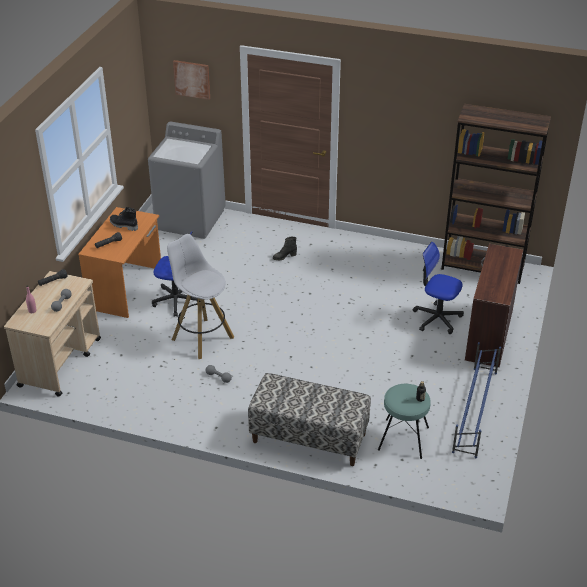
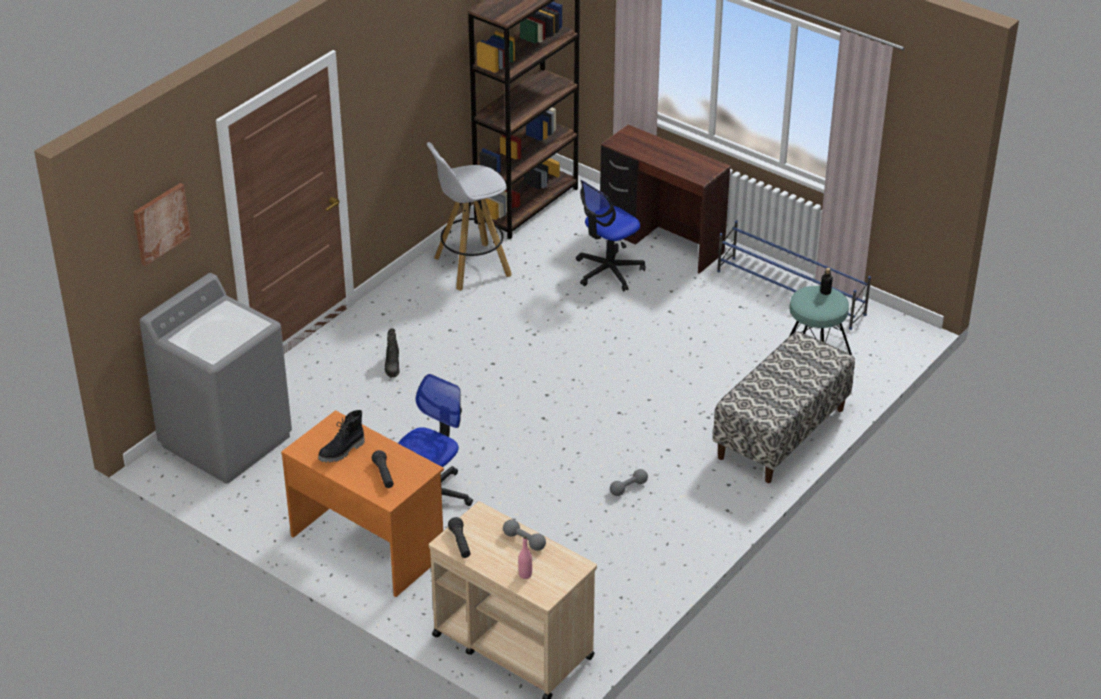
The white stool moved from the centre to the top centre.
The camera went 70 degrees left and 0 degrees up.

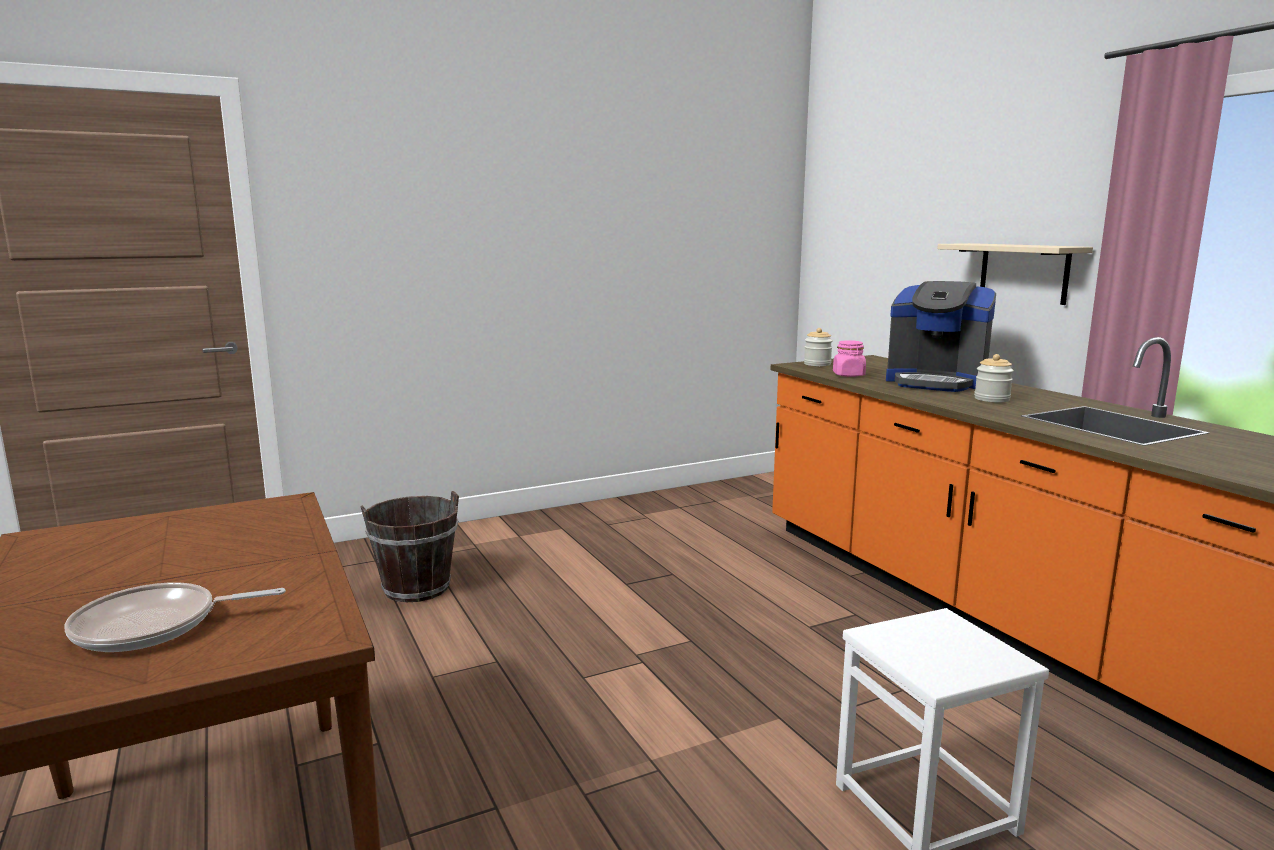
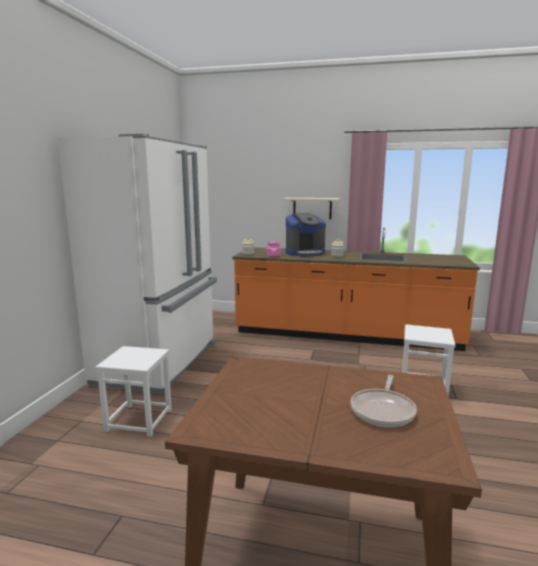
The brown bucket at the middle left was replaced by the white stool (no. 1 from left) at the bottom left.
The white fridge at the middle left appeared.
The camera went 50 degrees left and 0 degrees up.

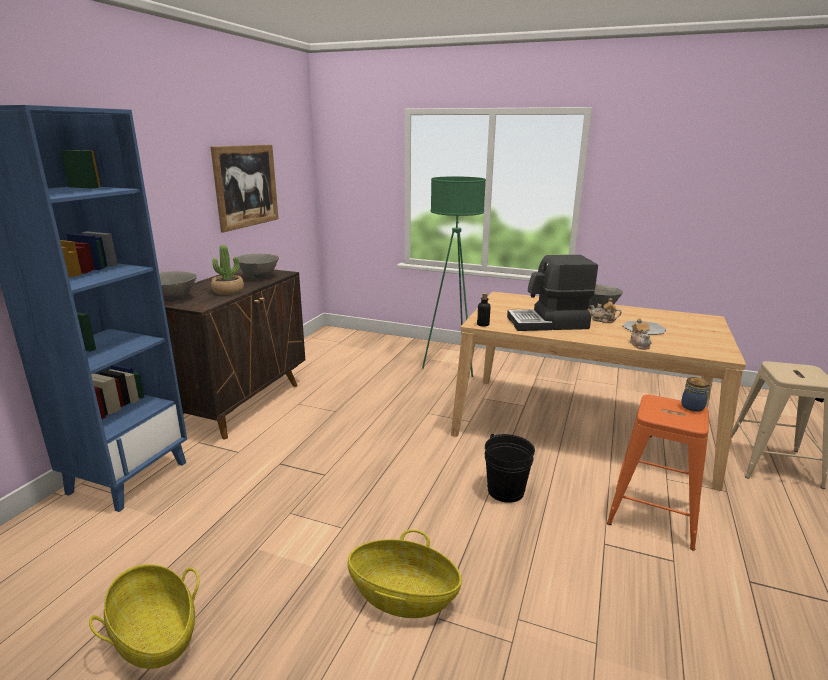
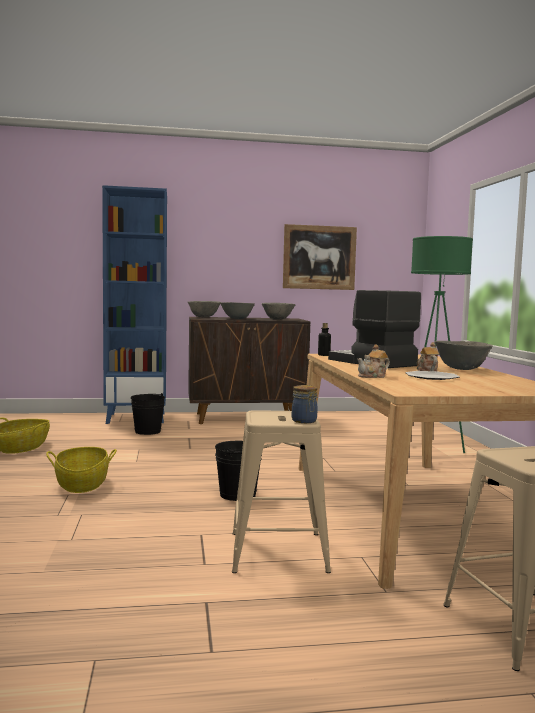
The potted plant at the middle left was replaced by the grey bowl (no. 2 from left) at the centre.
The orange stool at the bottom right became the beige stool (no. 1 from left) at the bottom centre.
The black bucket (no. 1 from left) at the middle left appeared.
The camera went 60 degrees right and 15 degrees down.

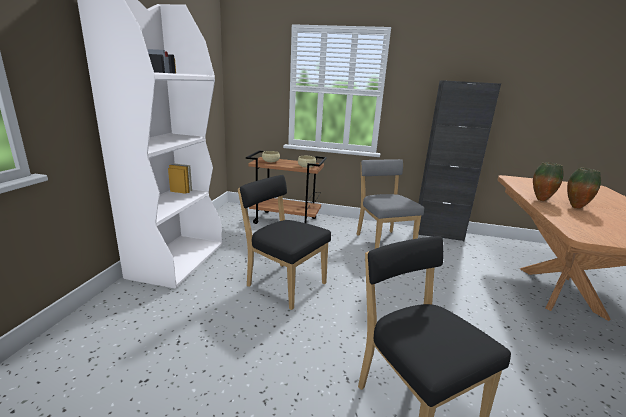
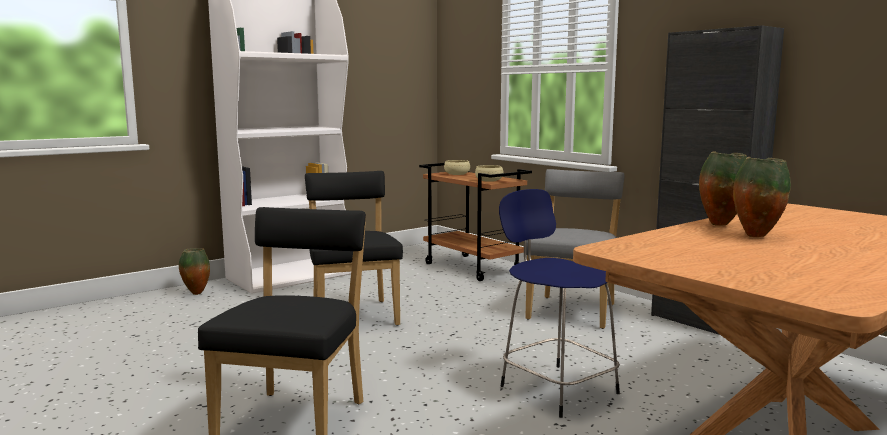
The blue stool at the bottom centre appeared.
The vase (no. 1 from left) at the middle left appeared.
The camera went 40 degrees right and 10 degrees down.

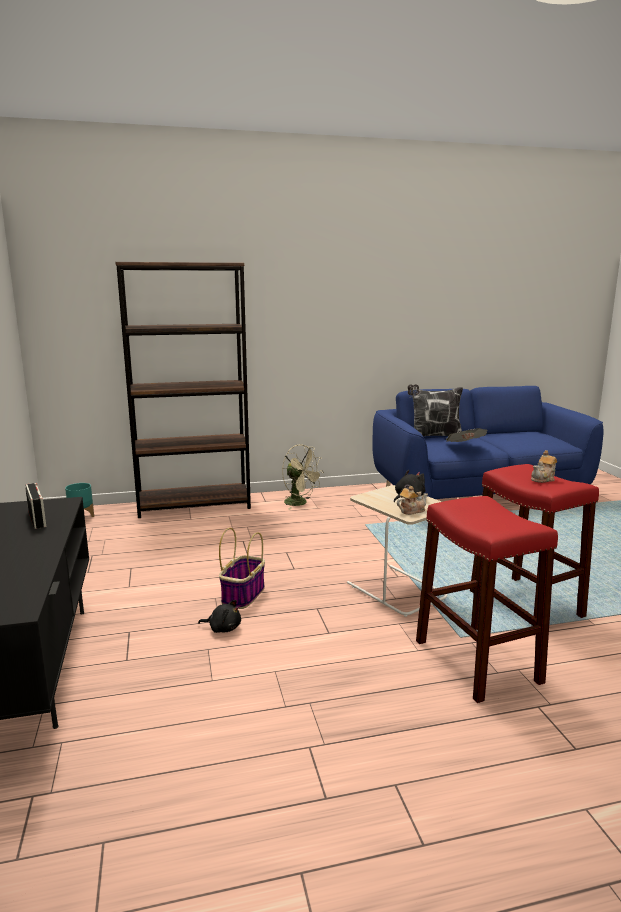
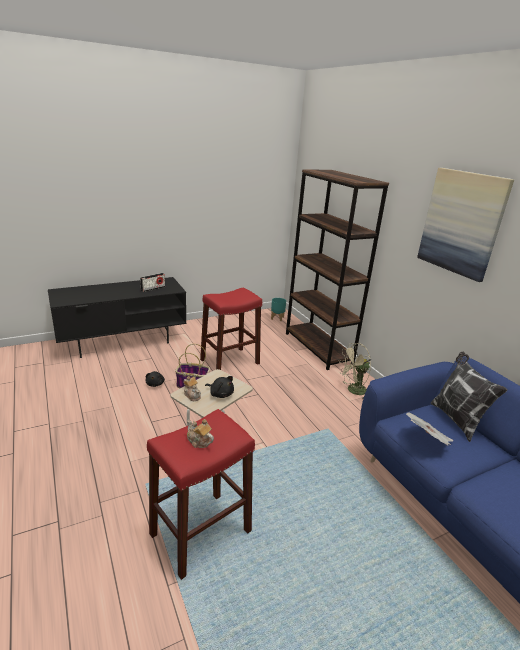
The beige fan at the centre turned 45 degrees clockwise.
The red stool (no. 1 from left in the first image) moved from the middle right to the centre.
The picture at the middle right appeared.
The camera went 75 degrees right and 10 degrees up.

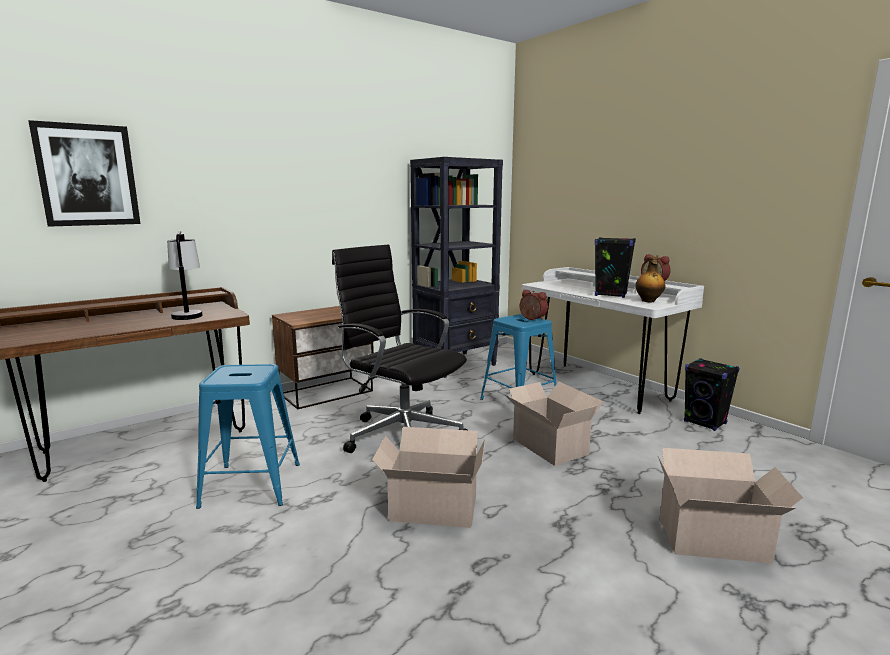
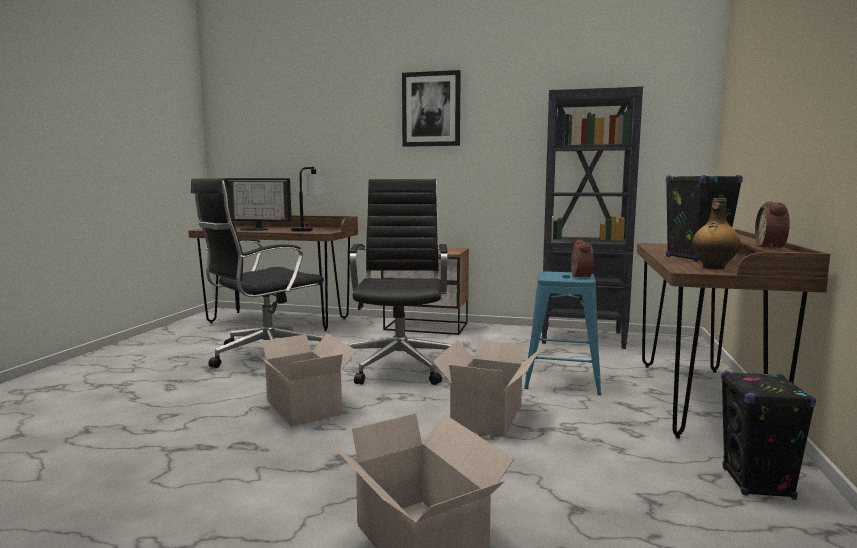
The picture moved from the top left to the top centre.
The white desk at the middle right became the brown desk (no. 2 from left) at the middle right.
The blue stool (no. 1 from left) at the middle left was replaced by the black office chair (no. 1 from left) at the middle left.
The monitor at the middle left appeared.
The camera went 50 degrees right and 5 degrees down.

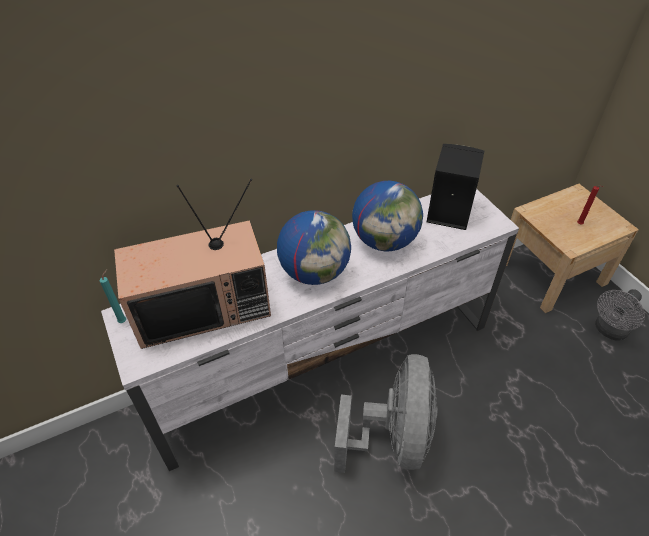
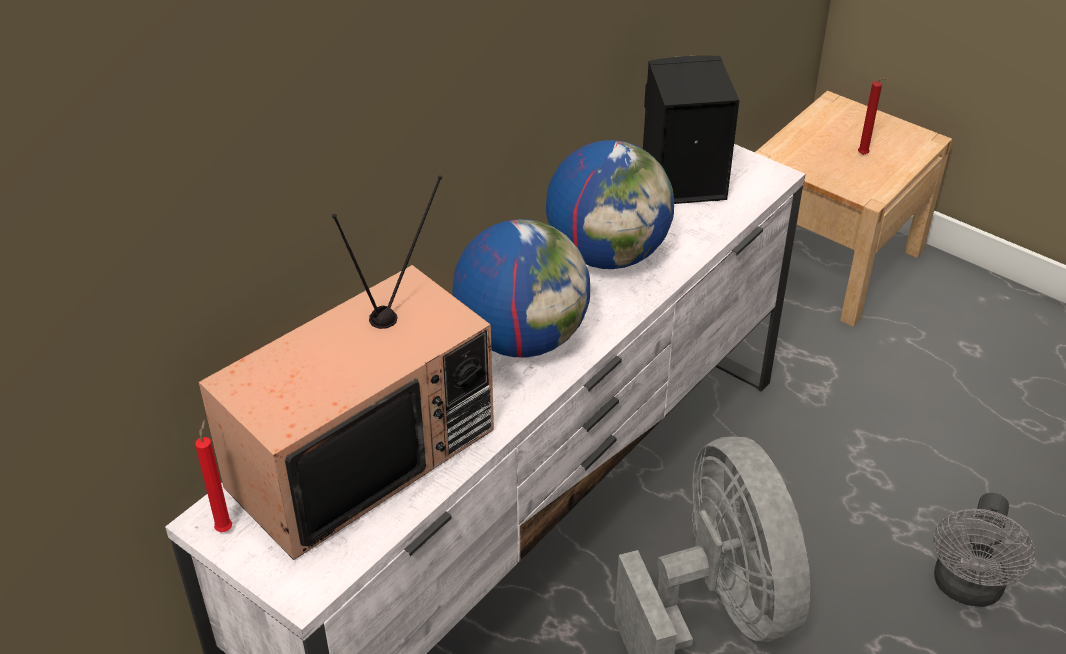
The turquoise candle at the middle left became the red candle (no. 1 from left) at the bottom left.
The grey fan (no. 2 from left) moved from the middle right to the bottom right.
The camera went 25 degrees left and 5 degrees down.

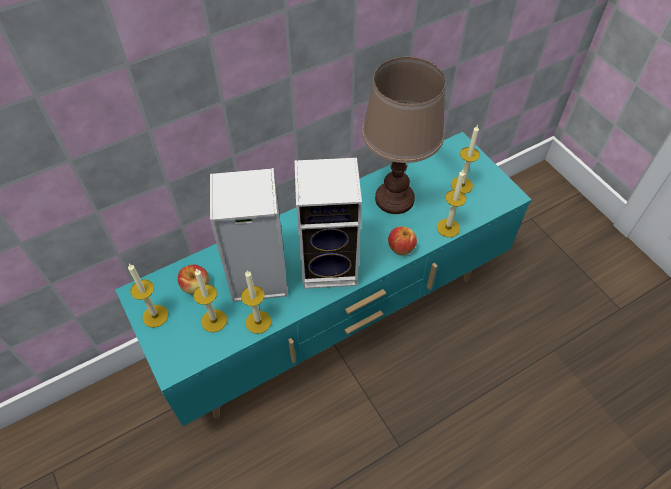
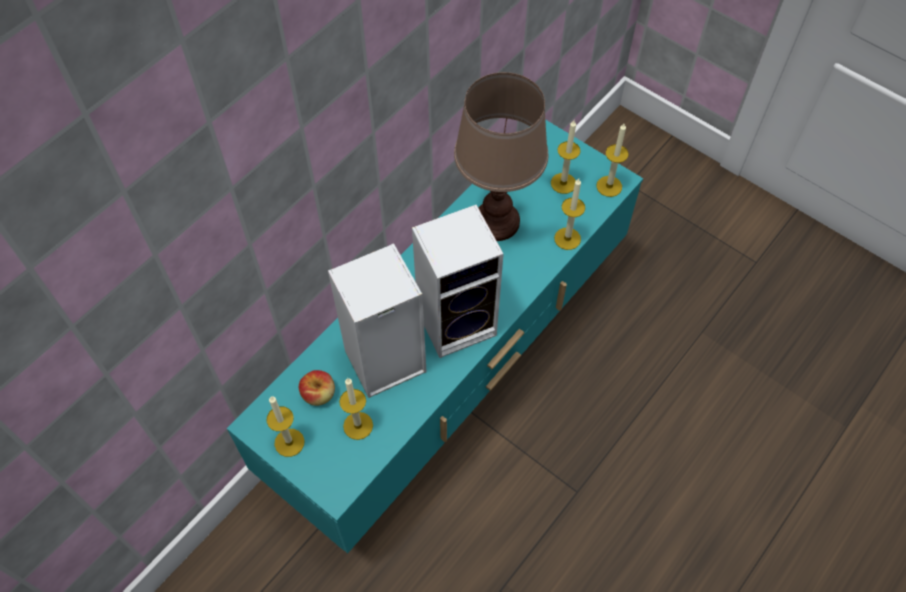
The apple (no. 2 from left) at the centre disappeared.
The candle (no. 3 from left in the first image) moved from the centre to the top right.
The camera went 20 degrees left and 5 degrees up.

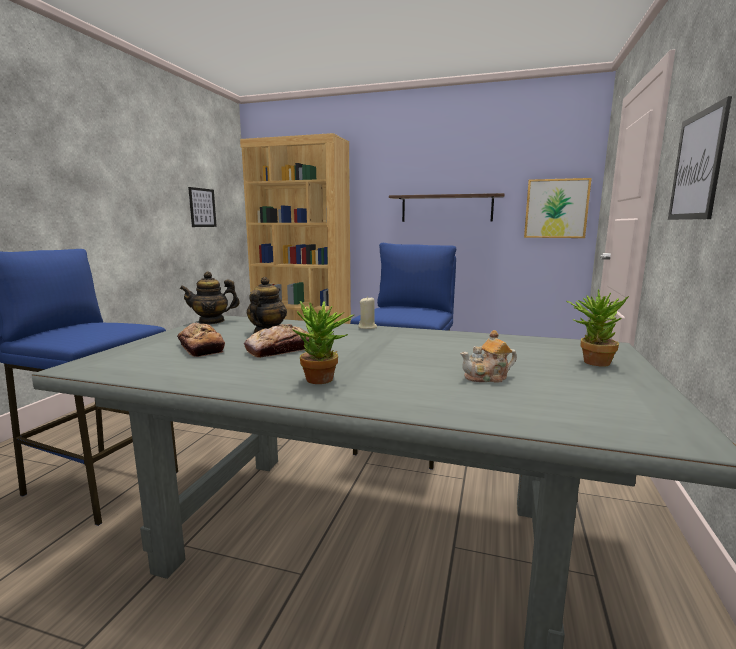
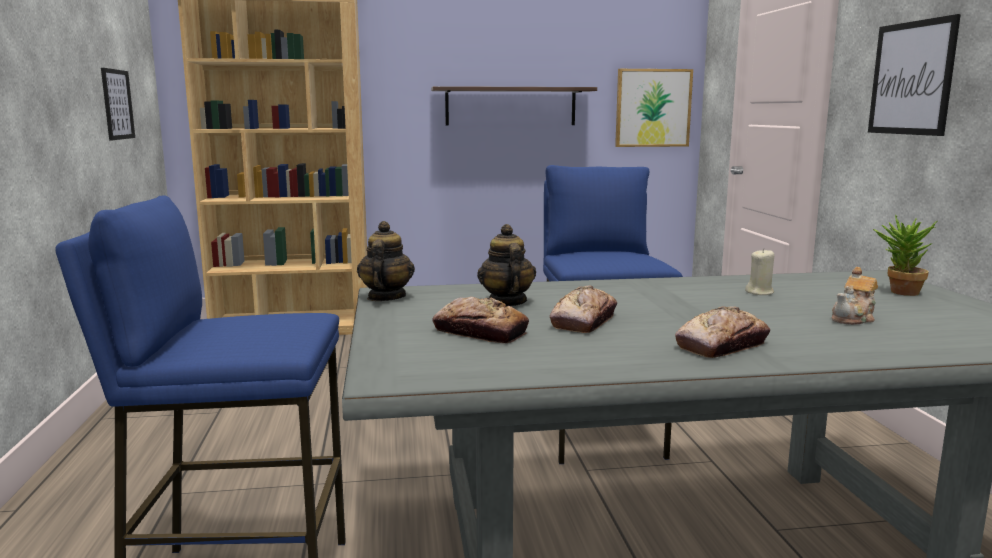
The teapot (no. 1 from left) at the middle left turned 135 degrees clockwise.
The beige candle moved from the centre to the middle right.
The potted plant (no. 1 from left) at the centre was replaced by the bread (no. 3 from left) at the middle right.
The camera went 25 degrees left and 0 degrees up.

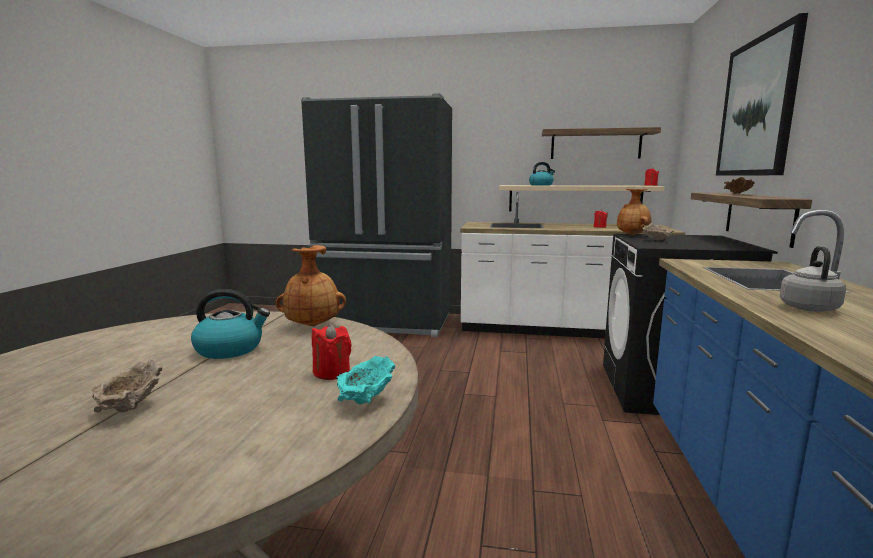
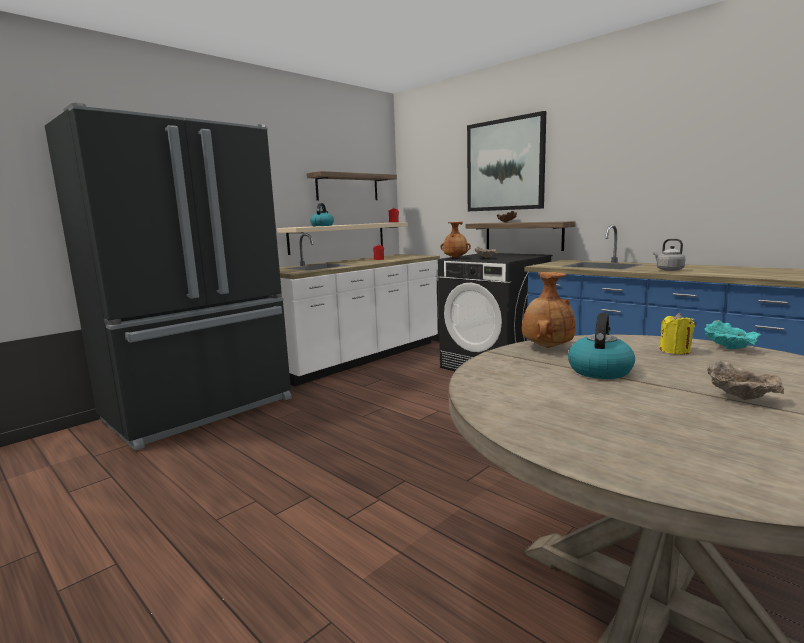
The red candle (no. 1 from left) at the centre became the yellow candle at the middle right.
The camera went 55 degrees left and 0 degrees up.

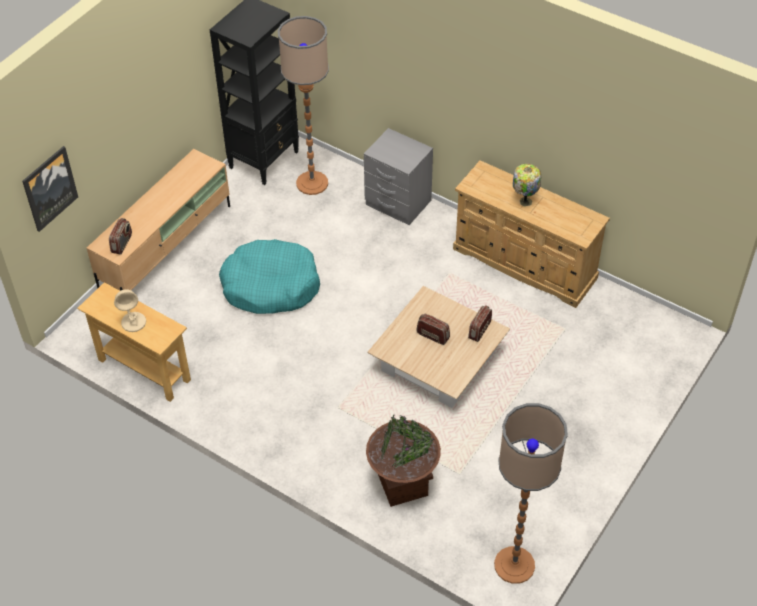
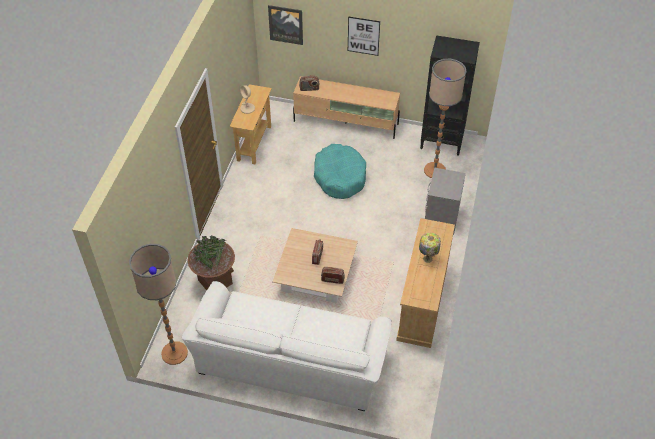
The picture (no. 2 from left) at the top centre appeared.
The white sofa at the bottom centre appeared.
The camera went 70 degrees right and 0 degrees up.

